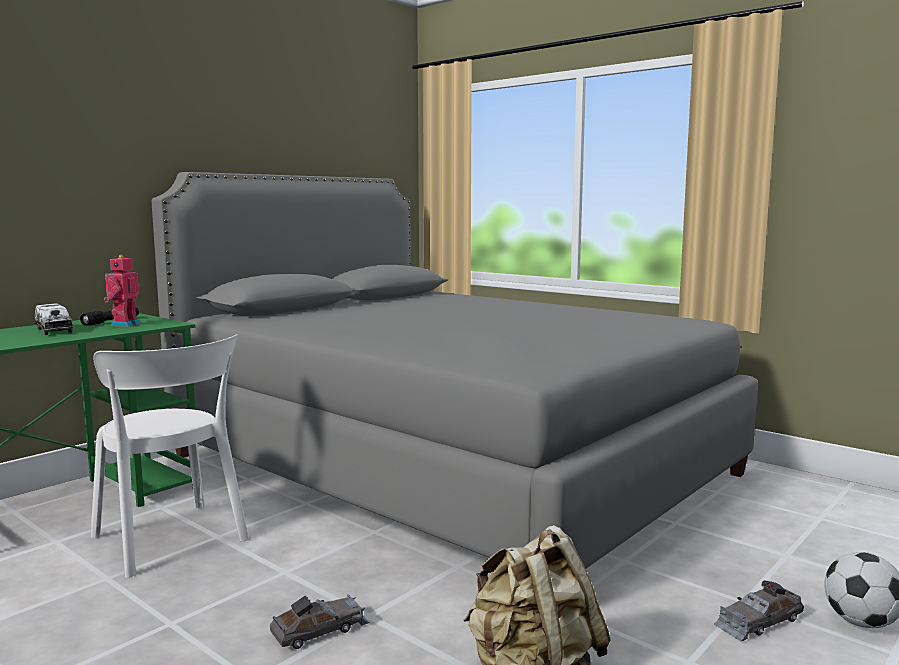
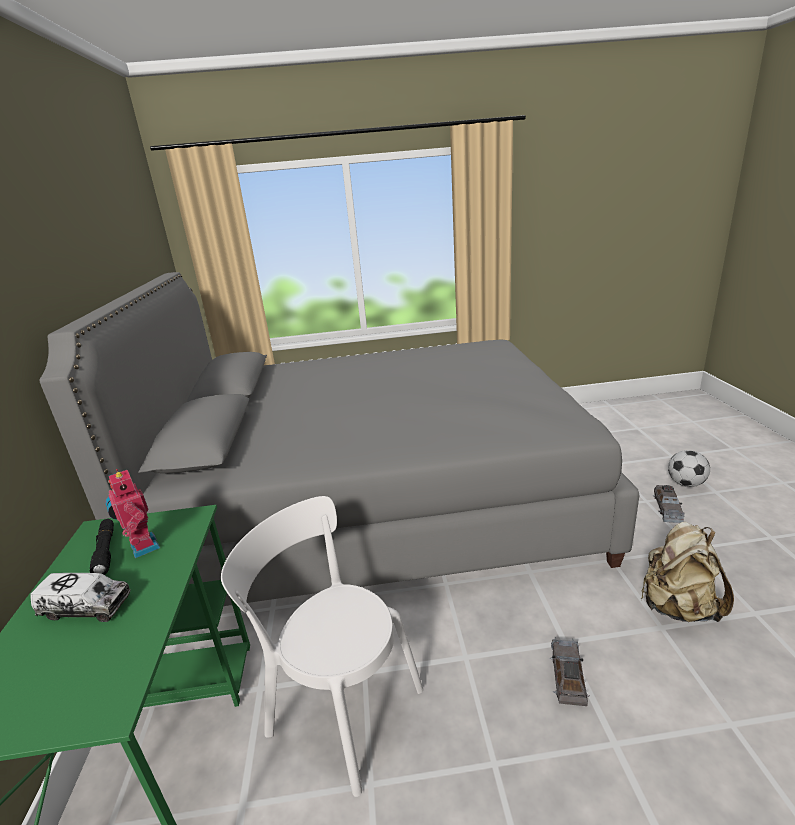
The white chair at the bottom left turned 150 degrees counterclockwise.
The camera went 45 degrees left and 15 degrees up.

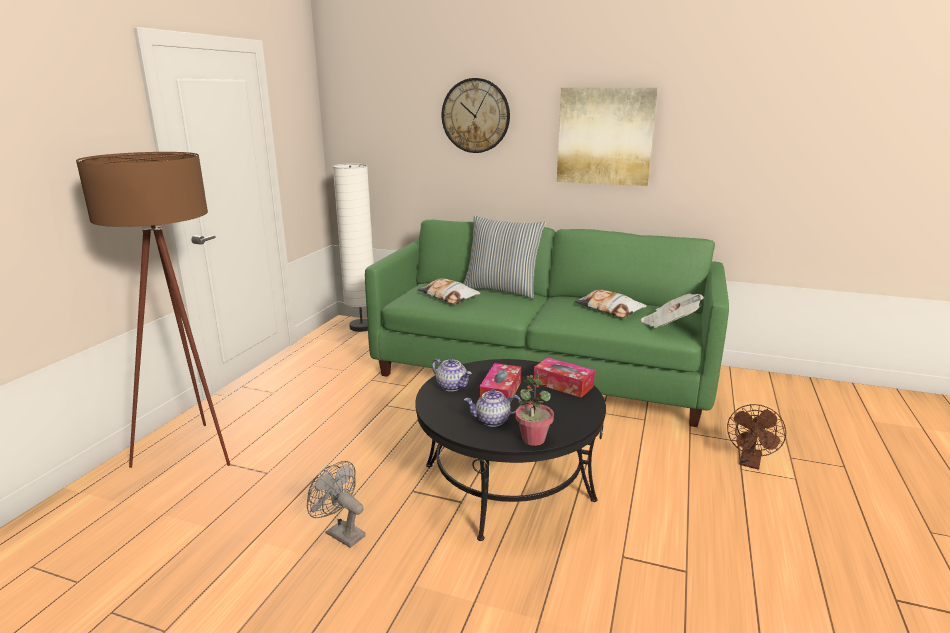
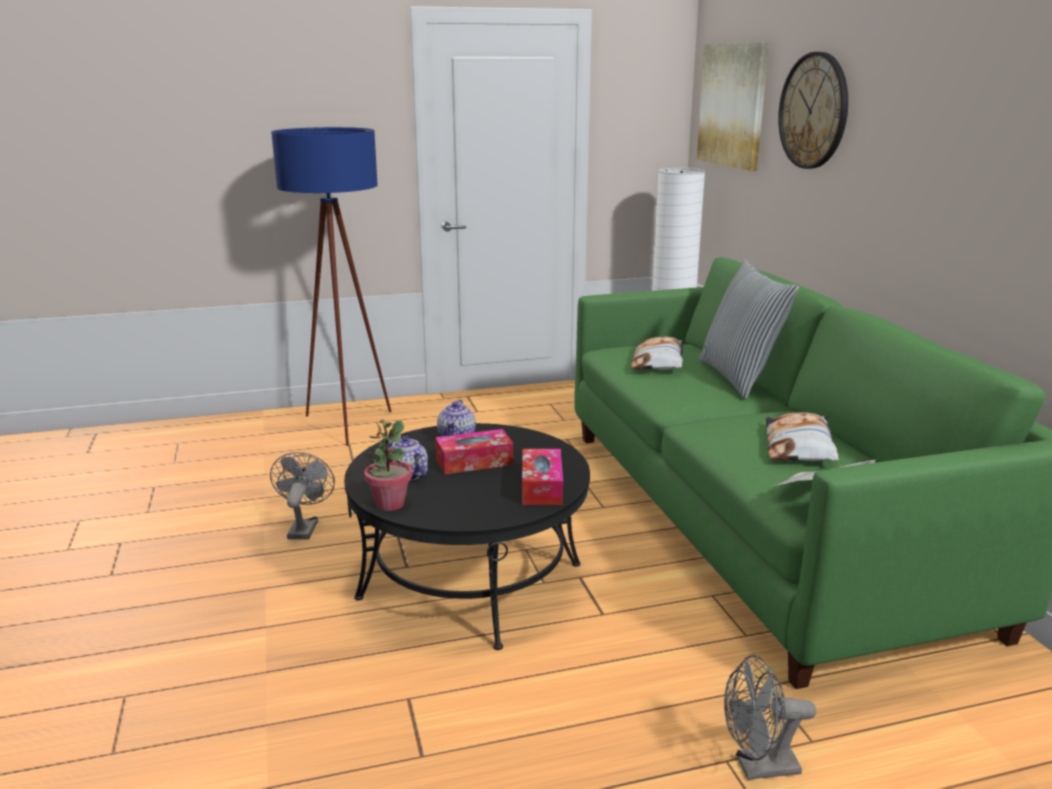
The picture moved from the top centre to the top right.
The brown floor lamp at the middle left became the blue floor lamp at the middle left.
The brown fan at the bottom right became the grey fan (no. 2 from left) at the bottom right.
The camera went 55 degrees right and 0 degrees up.

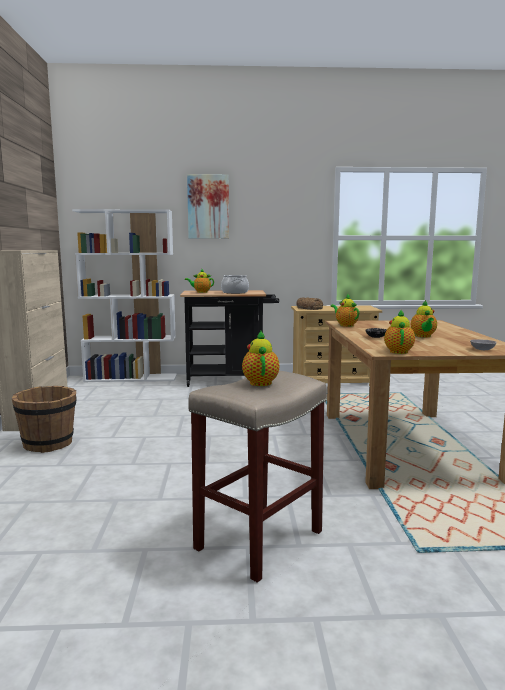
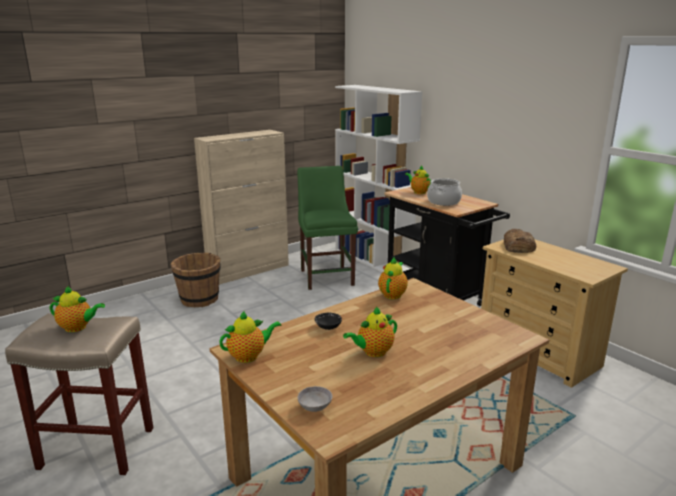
The picture at the top centre disappeared.
The teapot (no. 2 from left in the first image) at the centre turned 45 degrees clockwise.
The green chair at the centre appeared.
The camera went 55 degrees right and 10 degrees up.

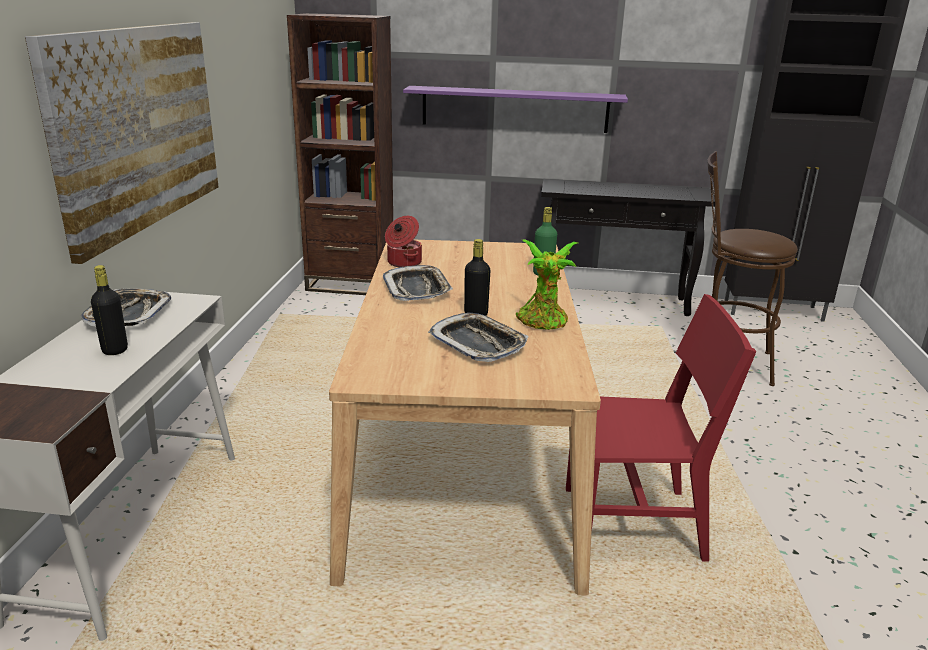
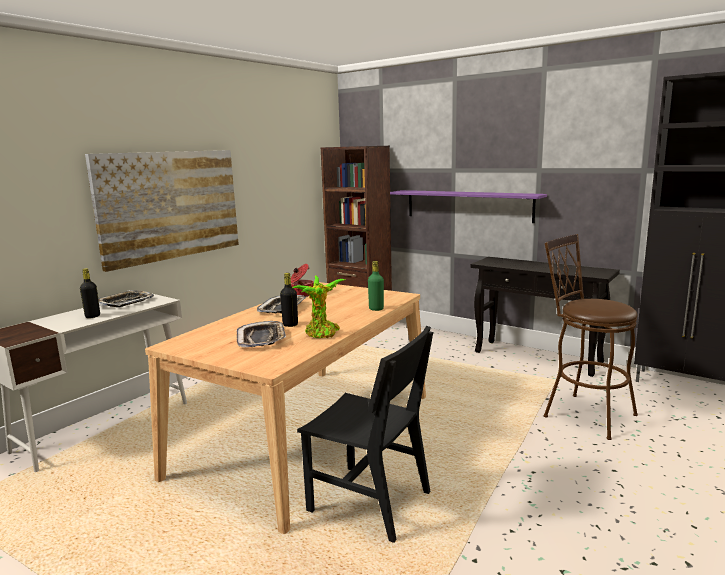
The red chair at the middle right became the black chair at the bottom centre.
The camera went 30 degrees right and 10 degrees down.

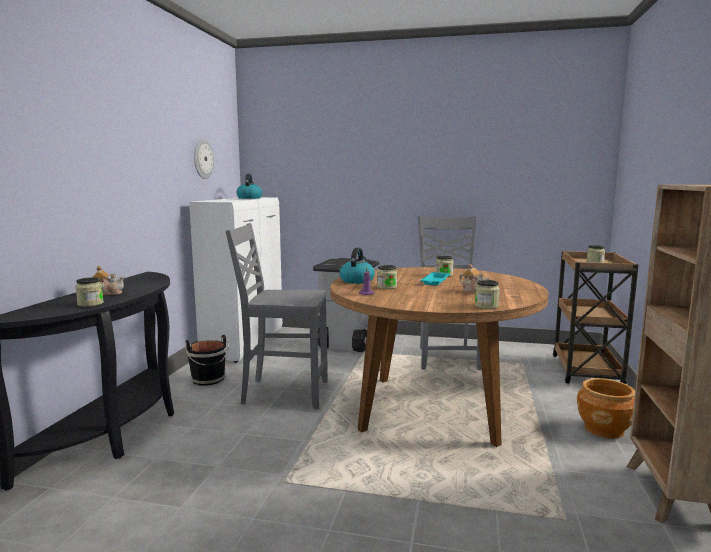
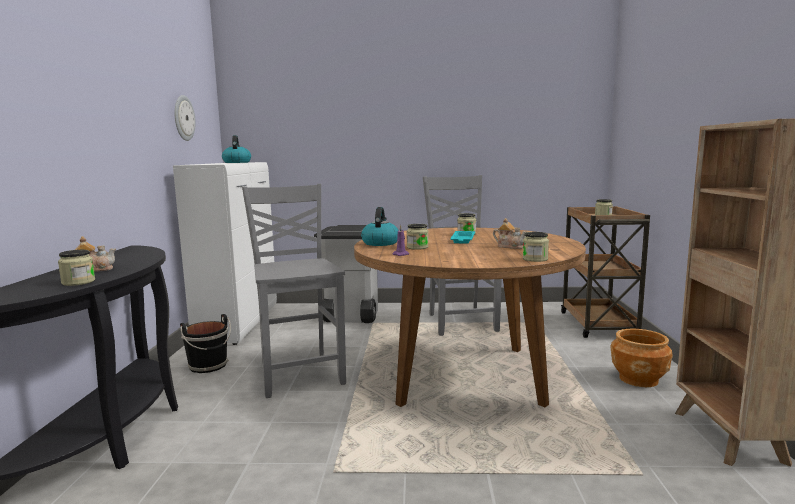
The grey chair (no. 1 from left) at the centre turned 75 degrees clockwise.
The camera went 10 degrees left and 0 degrees up.

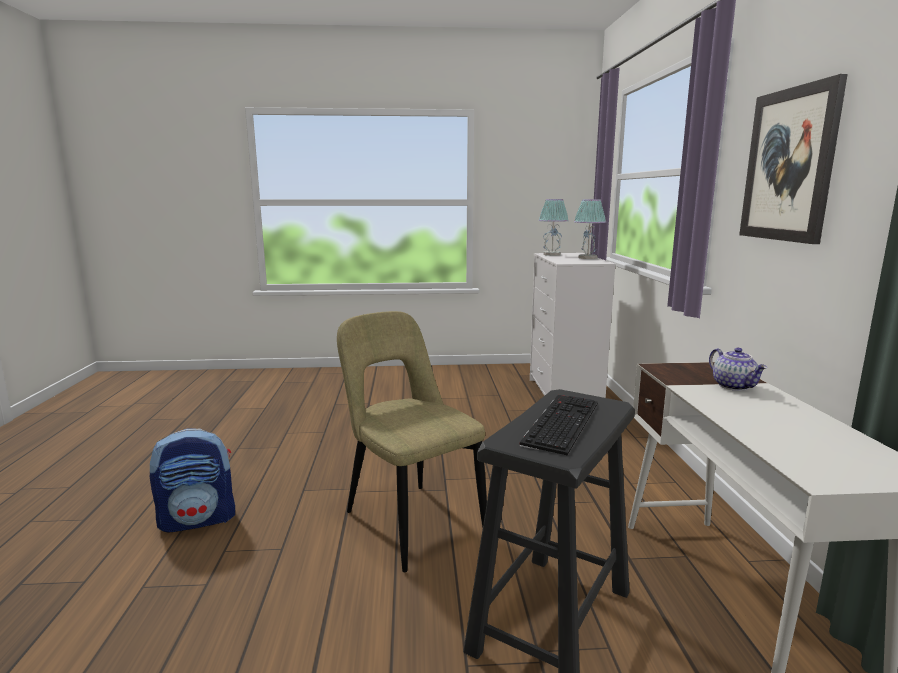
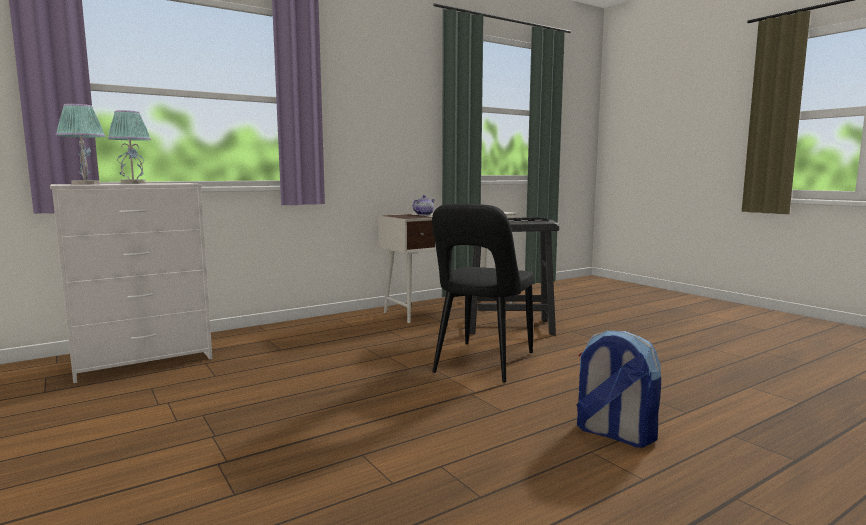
The picture at the top right disappeared.
The beige chair at the centre became the black chair at the centre.
The camera went 120 degrees left and 5 degrees down.

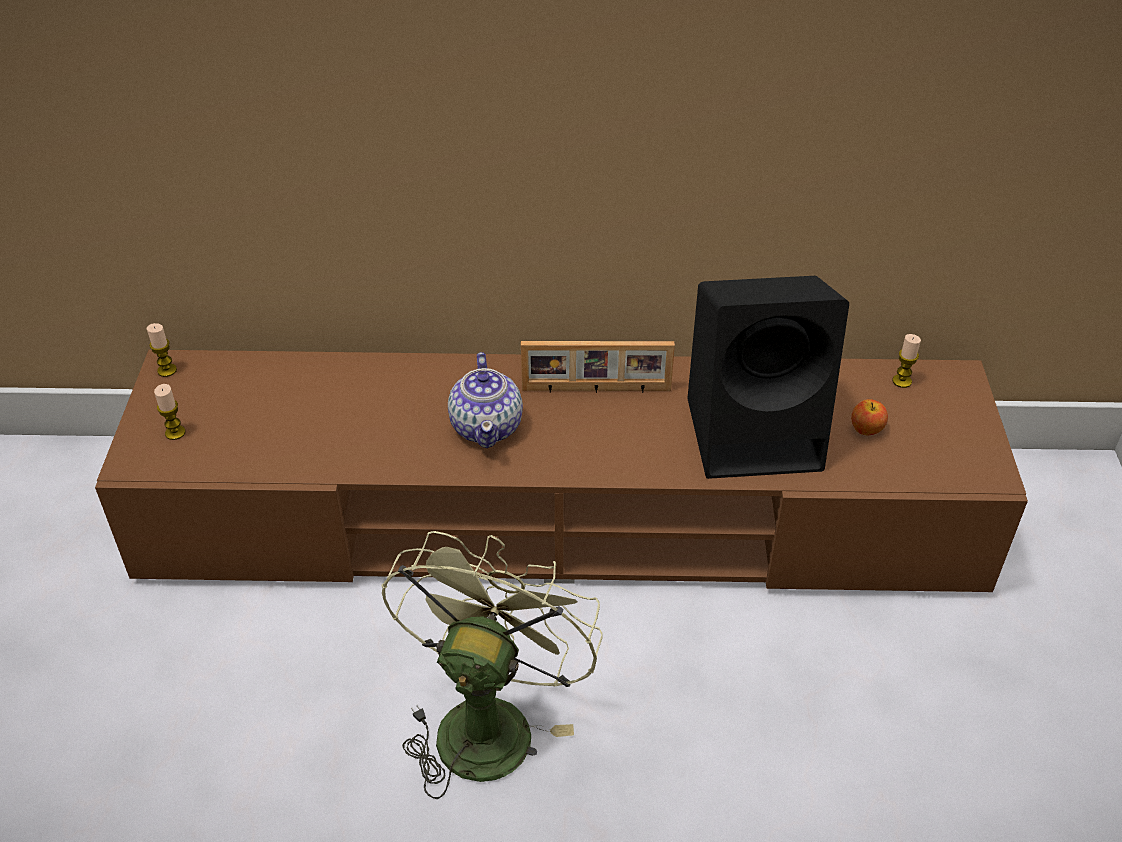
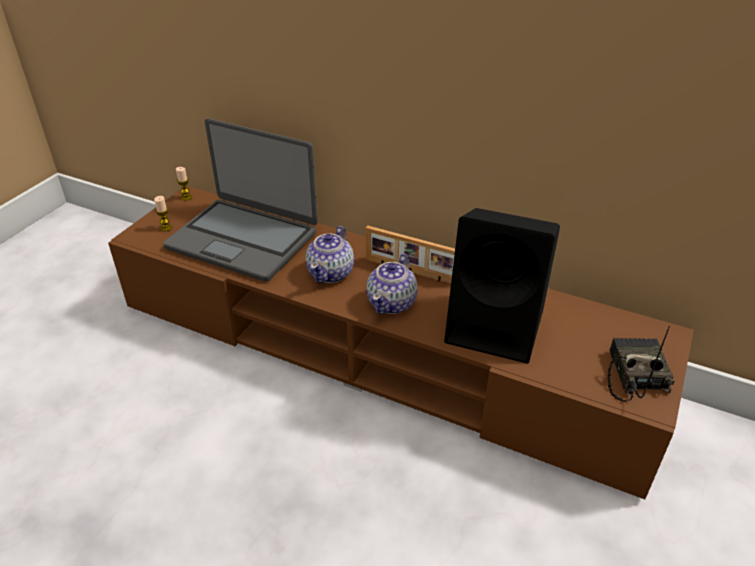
The candle (no. 3 from left) at the middle right disappeared.
The apple at the middle right disappeared.
The green fan at the bottom centre disappeared.
The laptop at the middle left appeared.
The teapot (no. 2 from left) at the centre appeared.
The radio at the middle right appeared.
The camera went 25 degrees right and 5 degrees down.

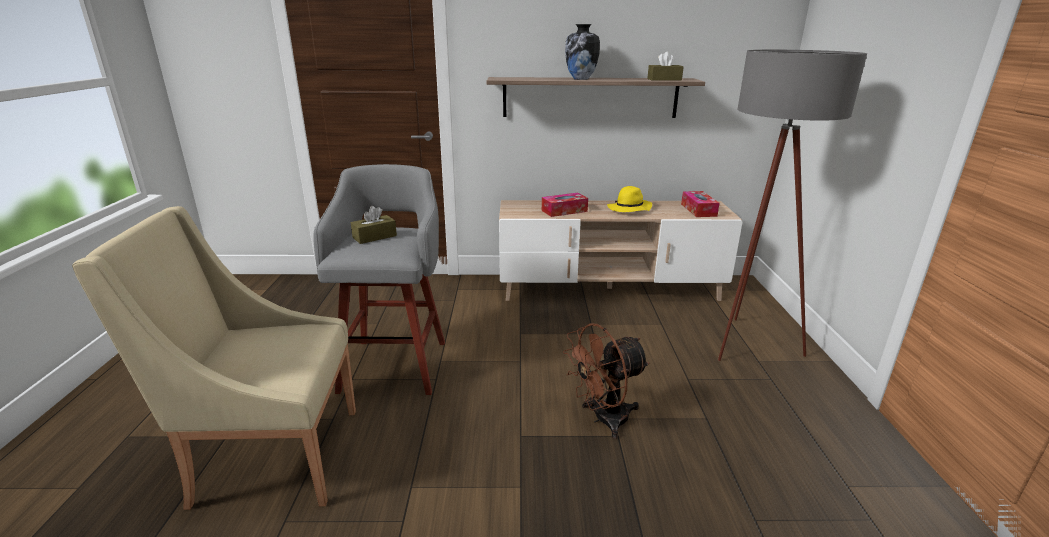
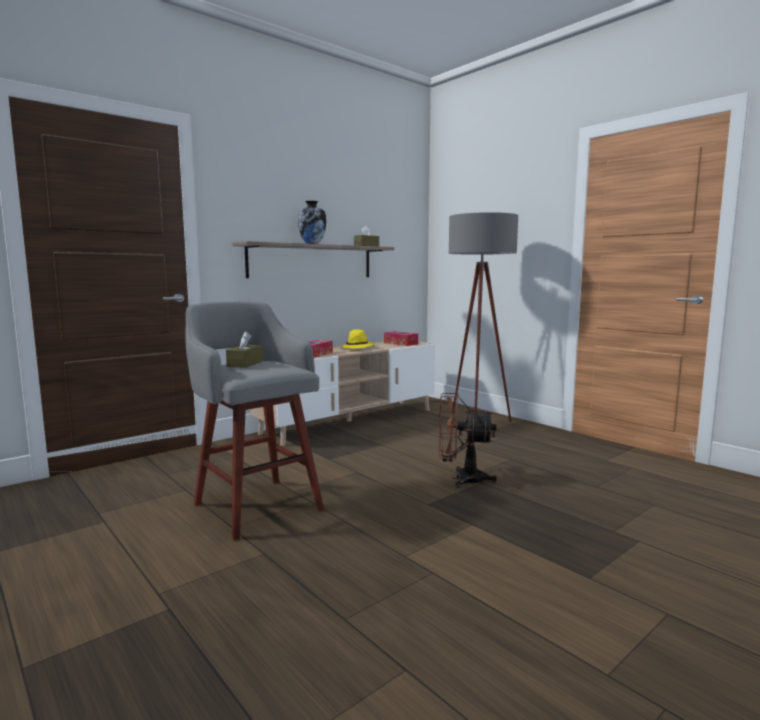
The beige armchair at the bottom left disappeared.
The brown fan at the bottom centre turned 75 degrees clockwise.
The camera went 40 degrees left and 15 degrees down.

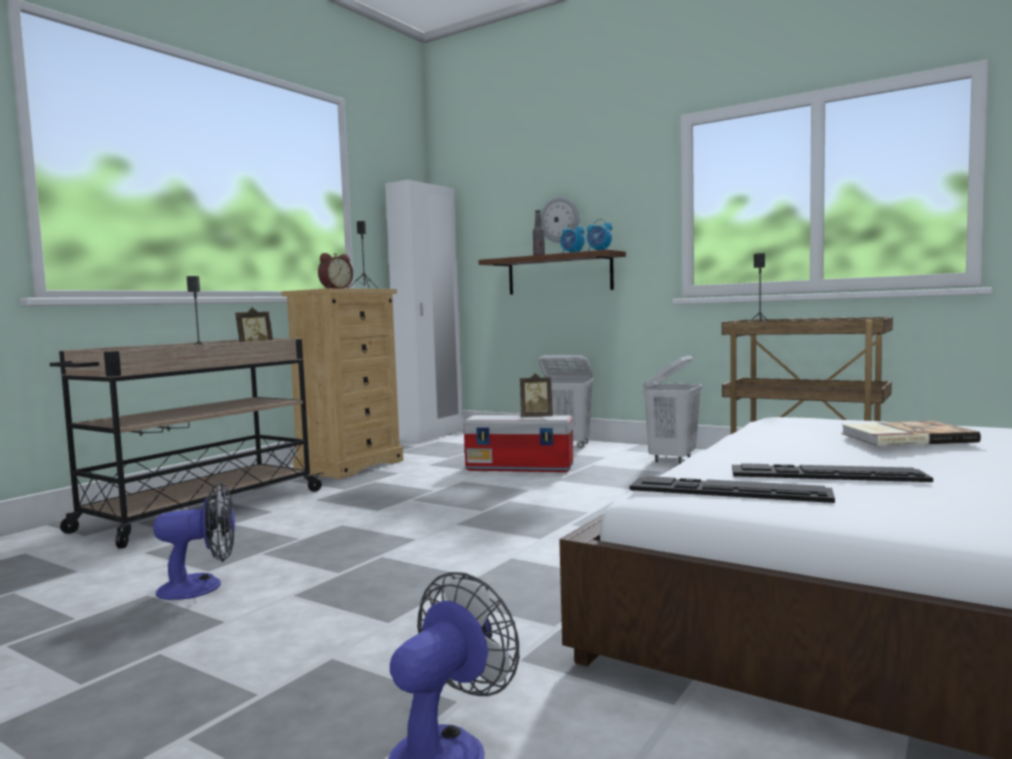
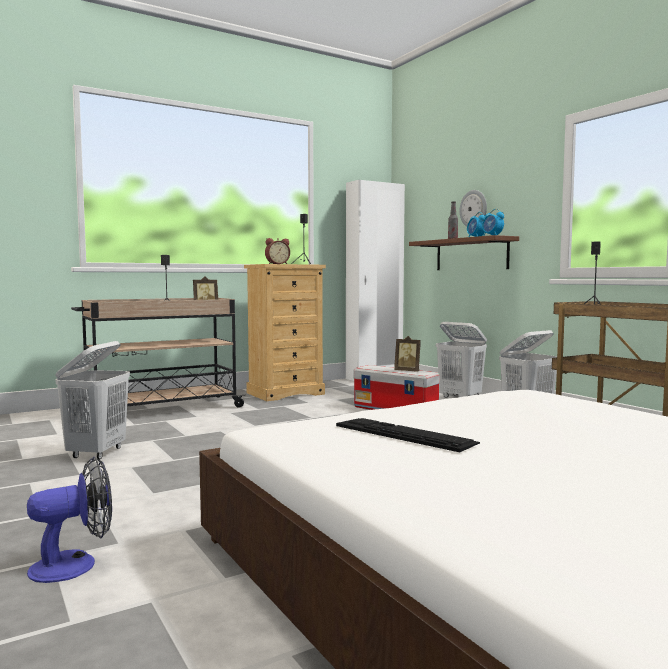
The book at the middle right disappeared.
The keyboard (no. 1 from left) at the middle right disappeared.
The fan (no. 1 from left) at the bottom left was replaced by the white laundry basket (no. 1 from left) at the middle left.
The camera went 25 degrees right and 0 degrees up.

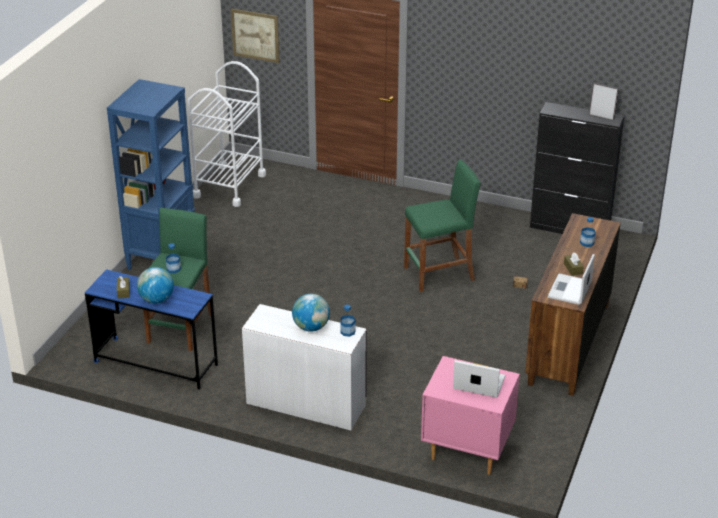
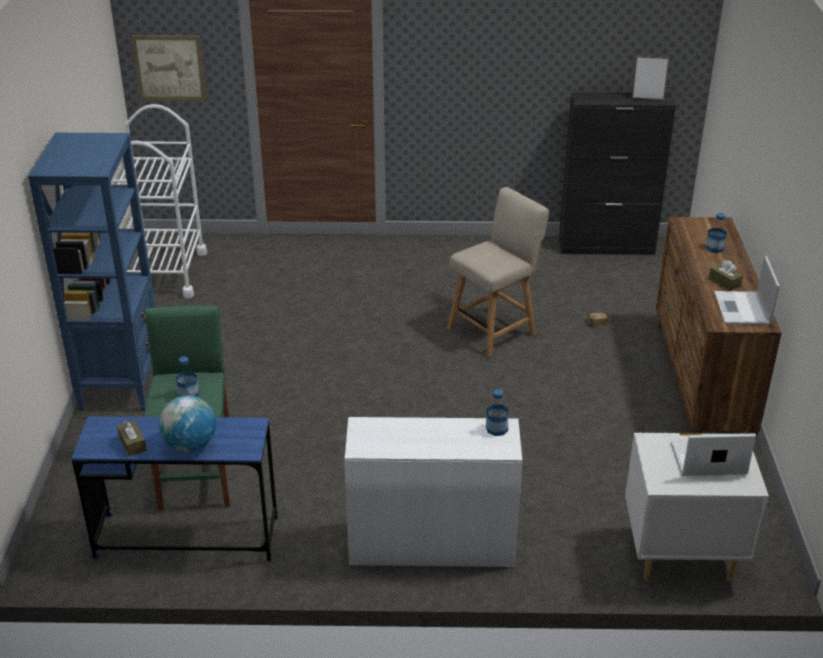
The green stool (no. 2 from left) at the centre was replaced by the beige chair at the centre.
The globe (no. 2 from left) at the centre disappeared.
The pink nightstand at the bottom centre became the white nightstand at the bottom right.
The camera went 20 degrees left and 0 degrees up.

